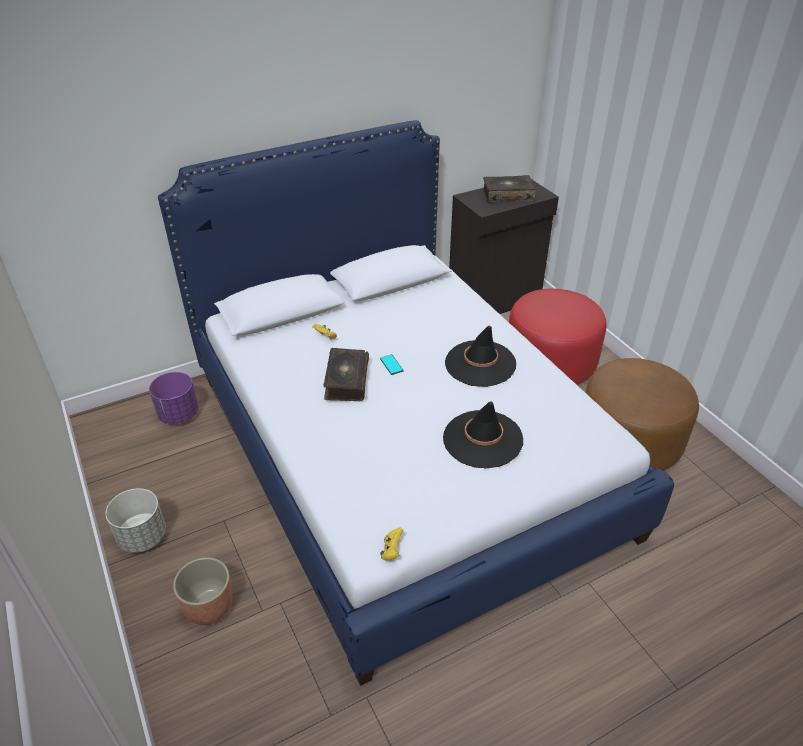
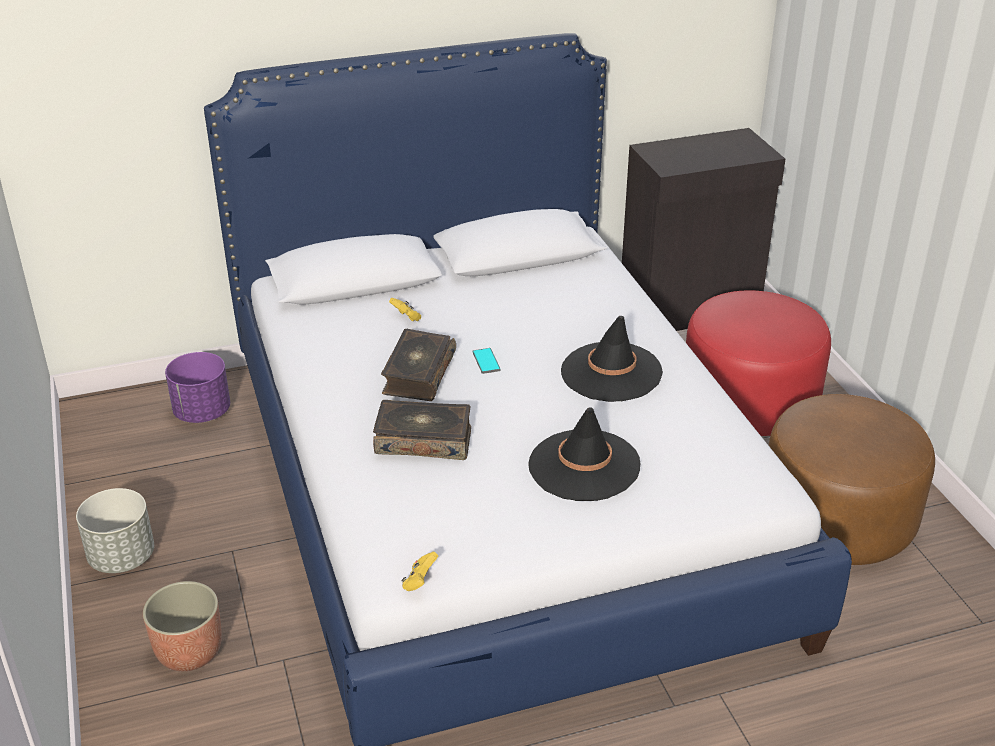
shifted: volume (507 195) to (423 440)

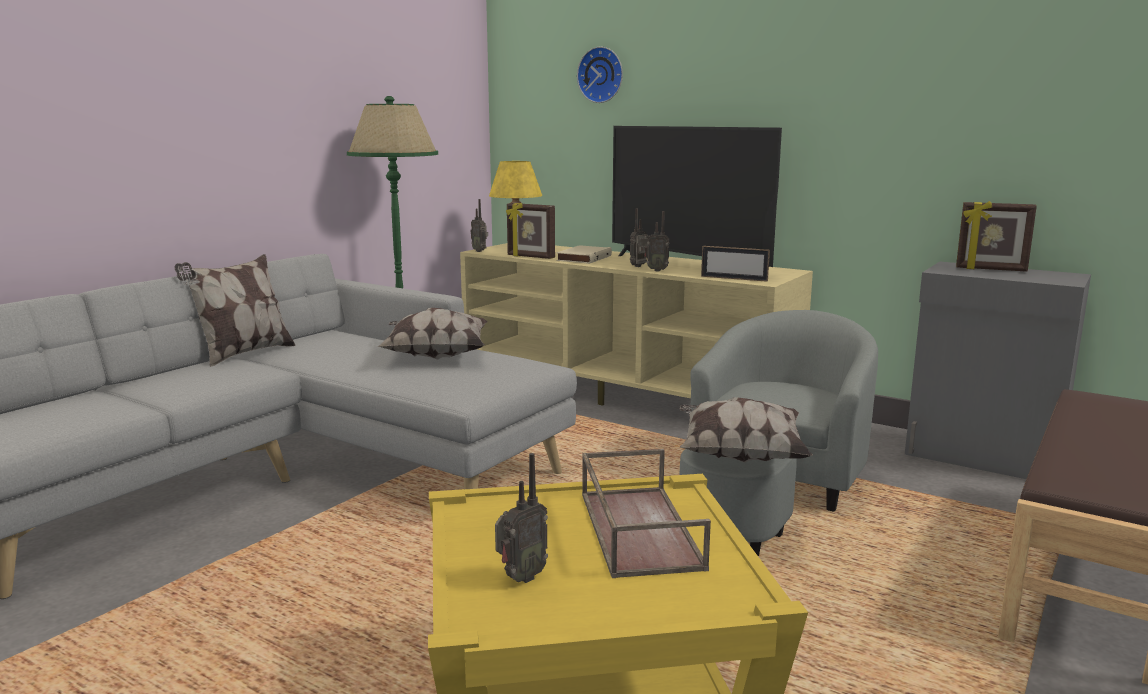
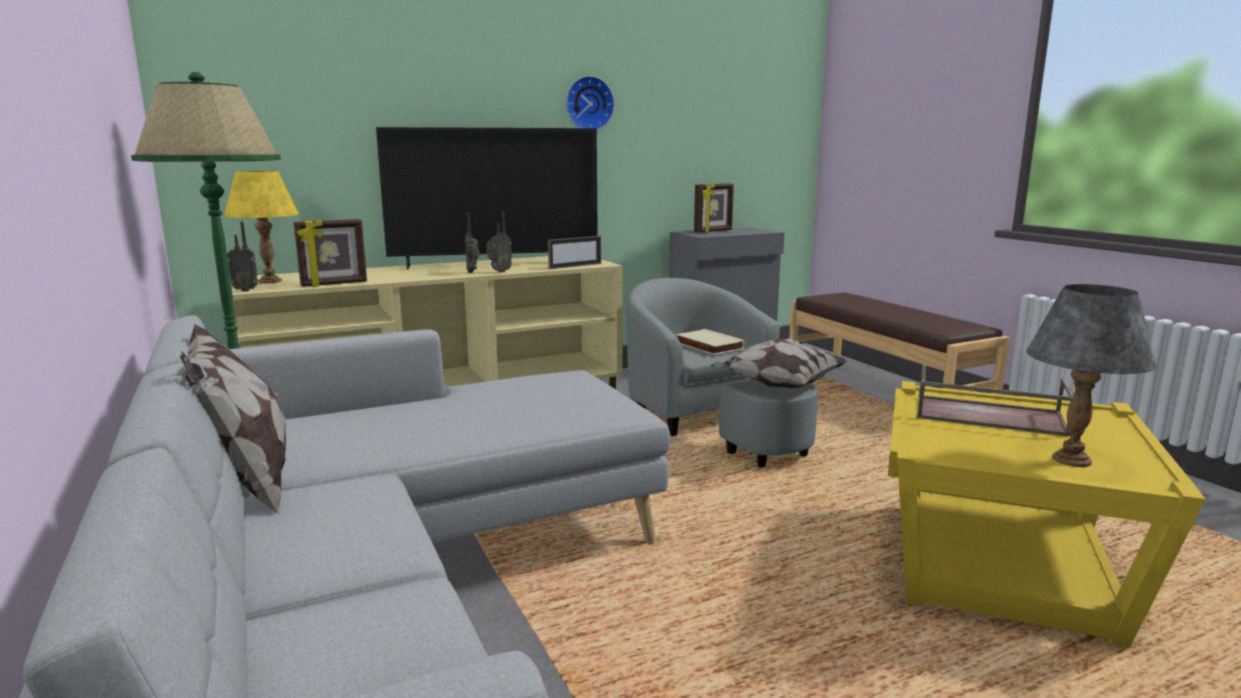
gone: cushion (435 356)
shifted: sand-coloured volume (583 258) to (707 346); wall clock (602 75) to (588 104)
swapped: radio receiver (520 578) to gray table lamp (1070 460)

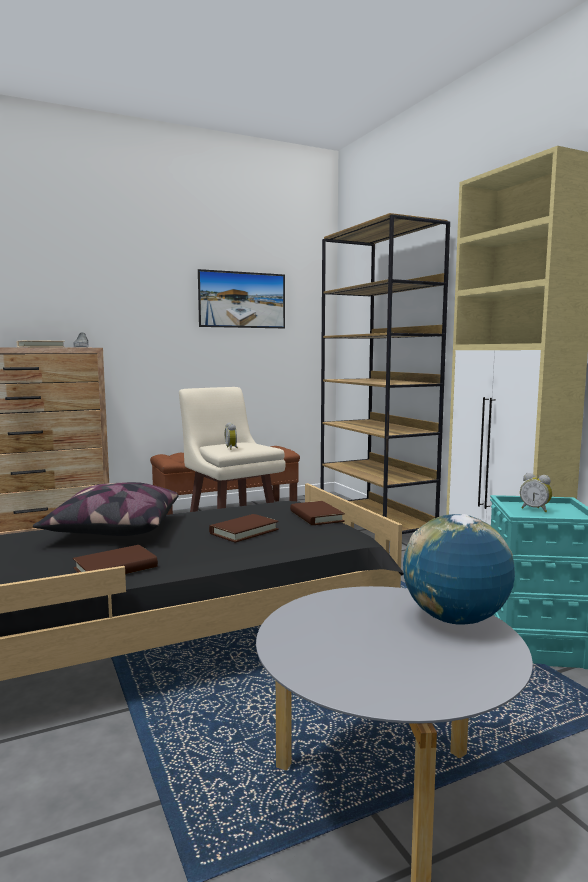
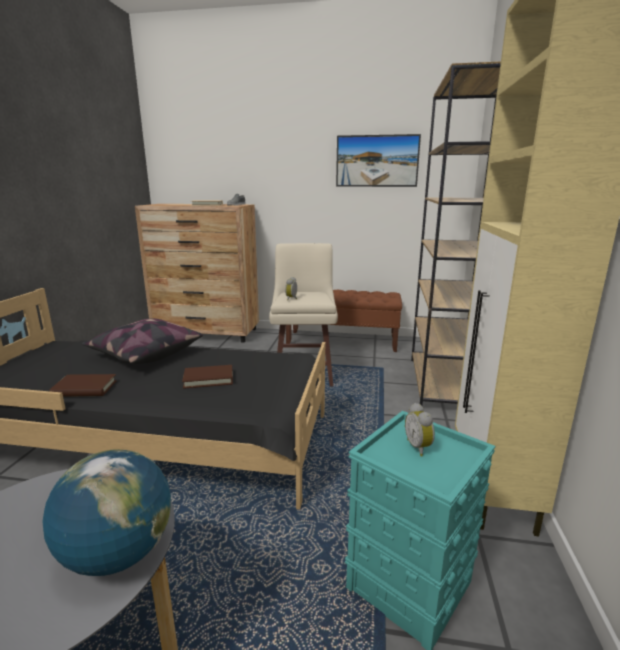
gone: brown volume (316 516)

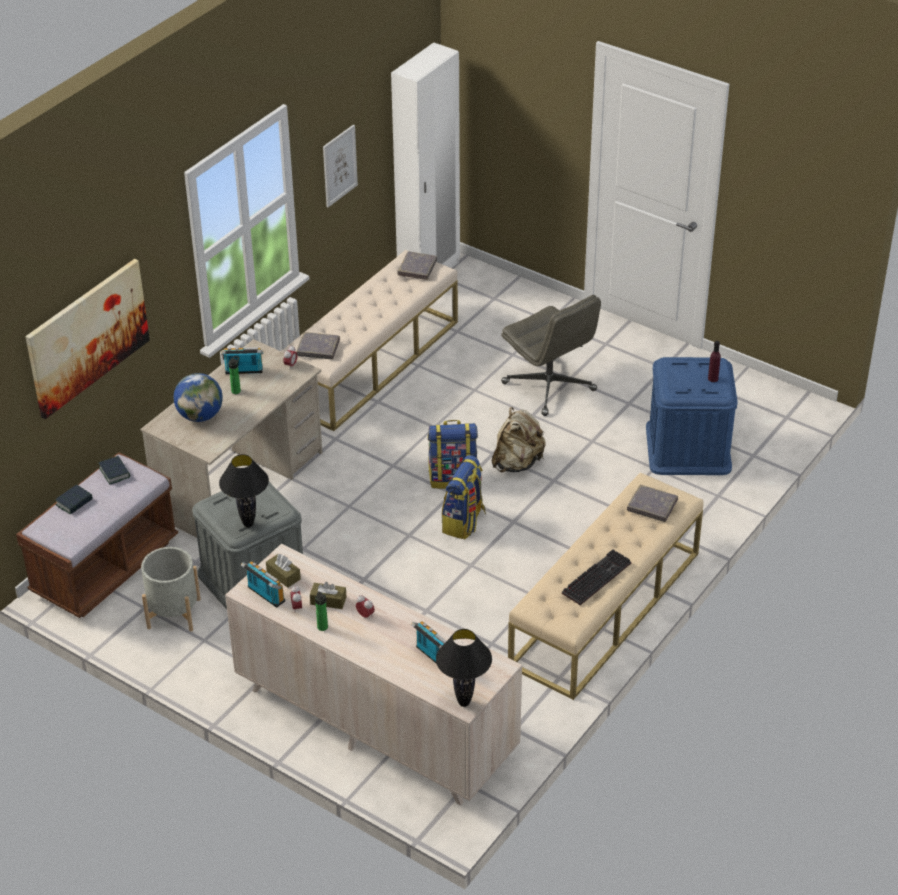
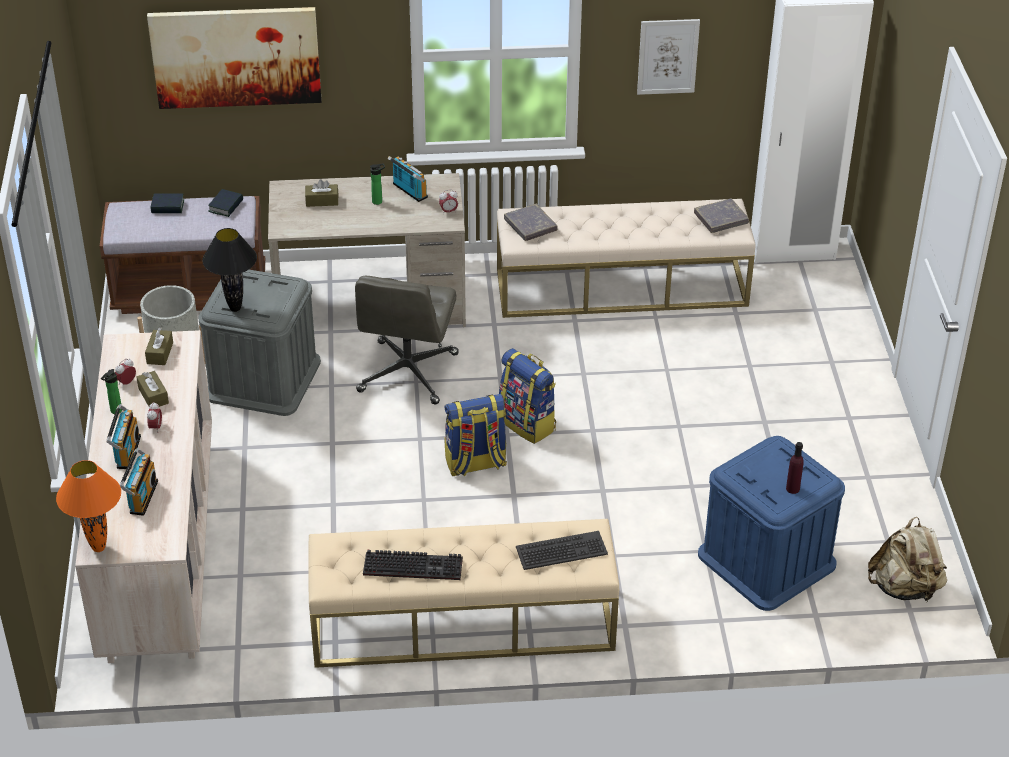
shifted: radio receiver (264 595) to (126 452); sand-coloured knapsack (517 463) to (905 588); gray computer chair (550 387) to (408 373)
swapped: desk globe (200 416) to brown tissue box (322 201); gray volume (652 506) to PC keyboard (561 551)
repainted: black-coloured table lamp (464 703) to orangey table lamp (98 548)

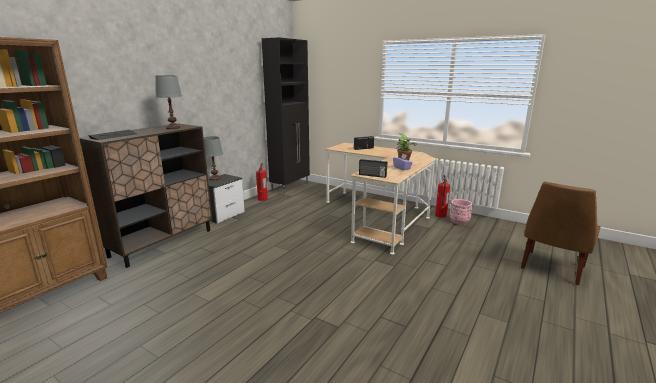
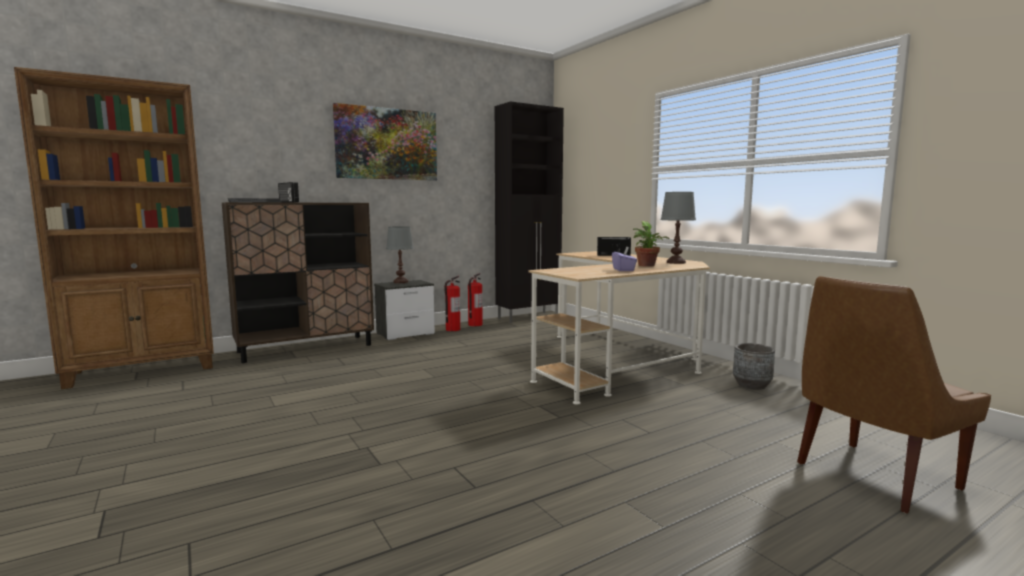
new: wall art (387 144)
shifted: gray table lamp (173 128) to (676 262); radio receiver (372 175) to (288 202); fire-fighting cylinder (440 215) to (452 329)
repainted: pink-coloured flower pot (459 222) to gray flower pot (751 385)

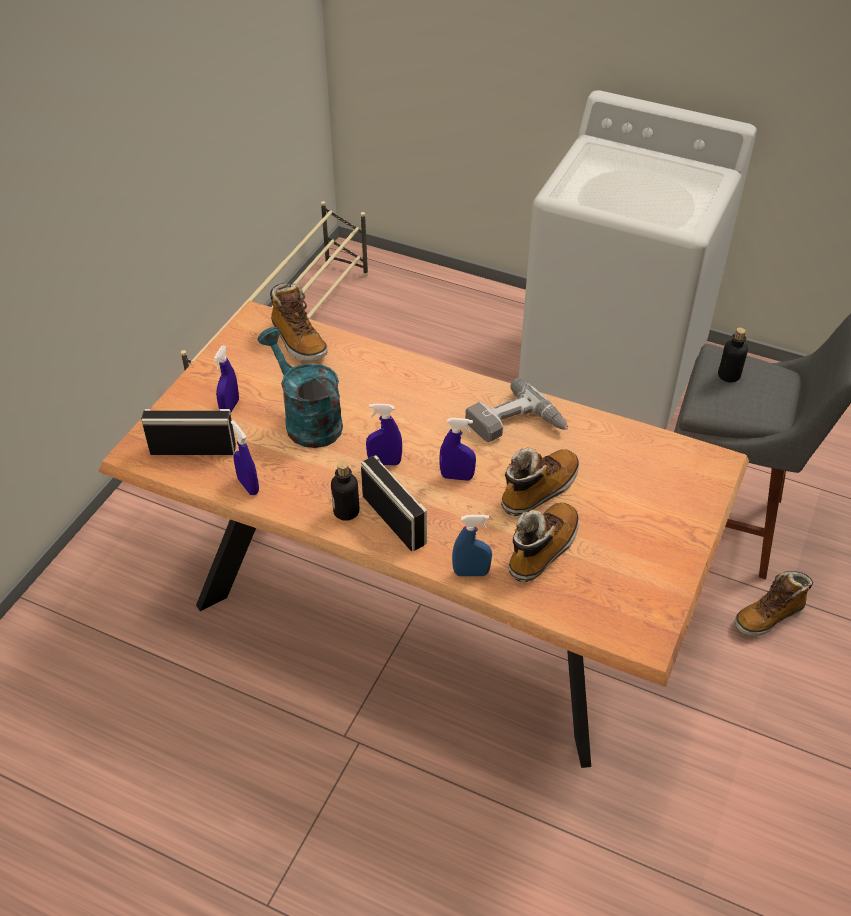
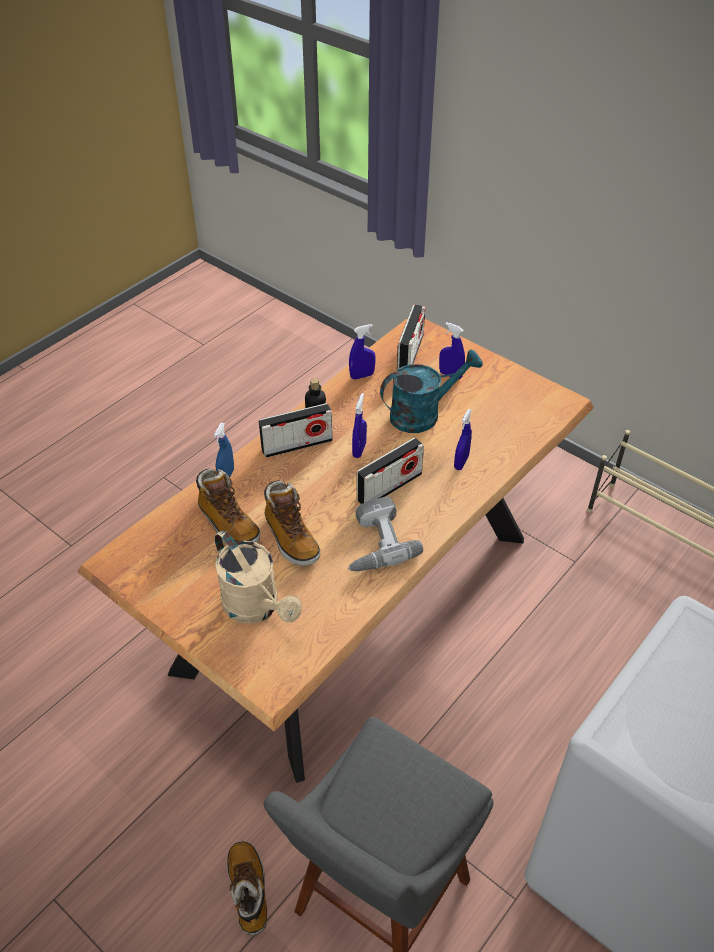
gone: boot (298 341); drink bottle (728 375)
new: sand-coloured watering pot (257 607); radio receiver (389 487)
shifted: blue-coloured sprayer (457 476) to (461 462)

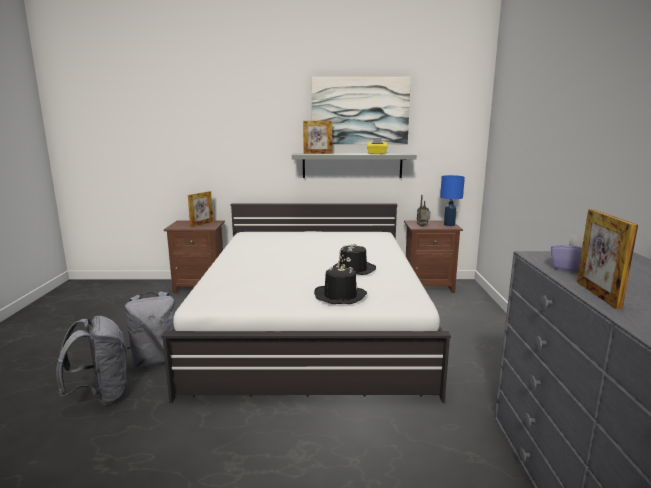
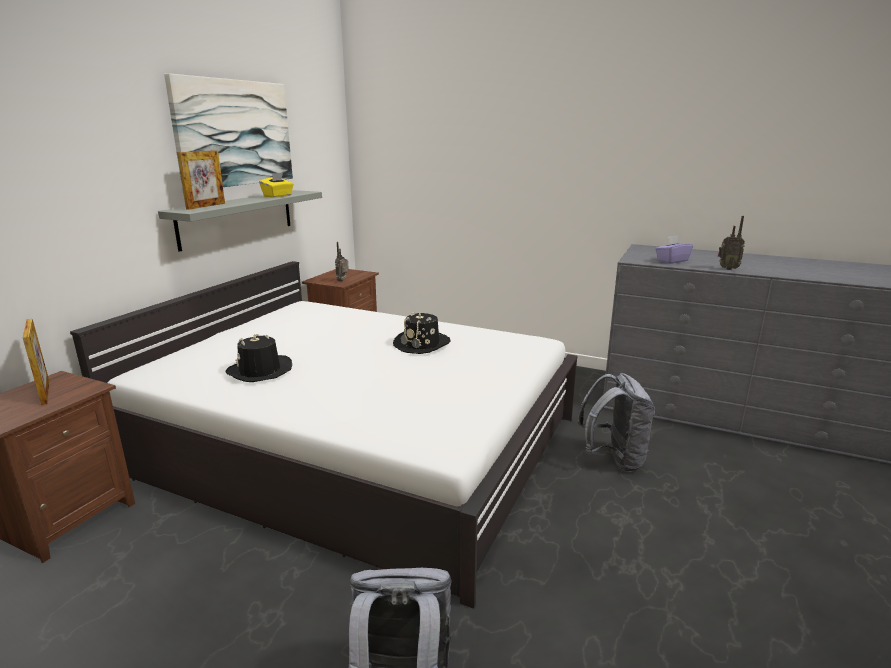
gone: blue-coloured table lamp (449 224)
shifted: gray knapsack (156 360) to (614 459); black-coloured wearable hat (340 296) to (260 371)
swapped: standing frame (597 294) to radio receiver (727 268)

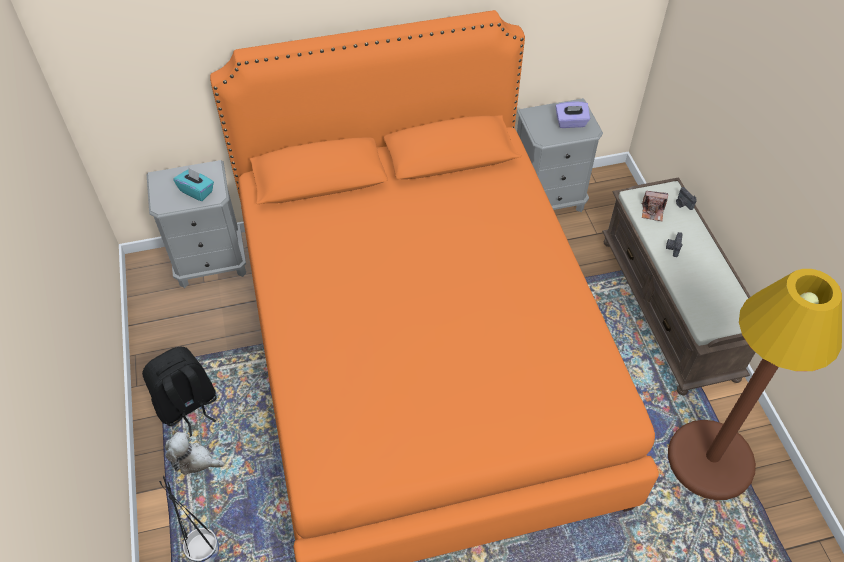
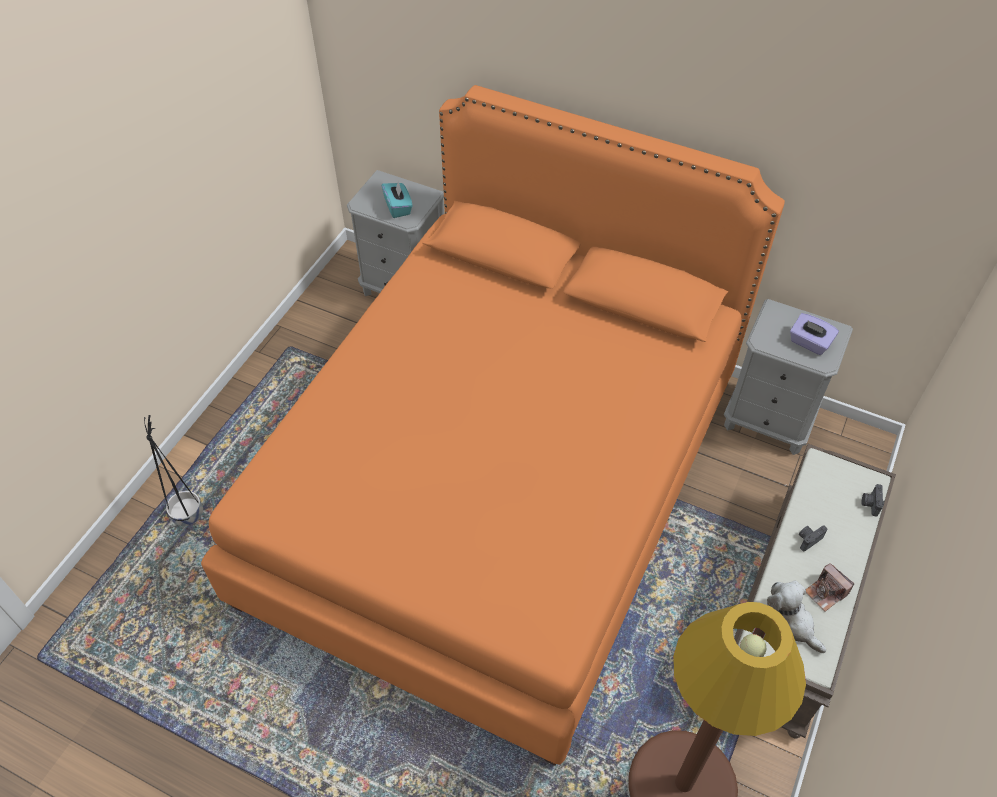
gone: black-coloured knapsack (188 407)
shifted: soft toy (194 460) to (790 622); still camera (652 211) to (825 593)

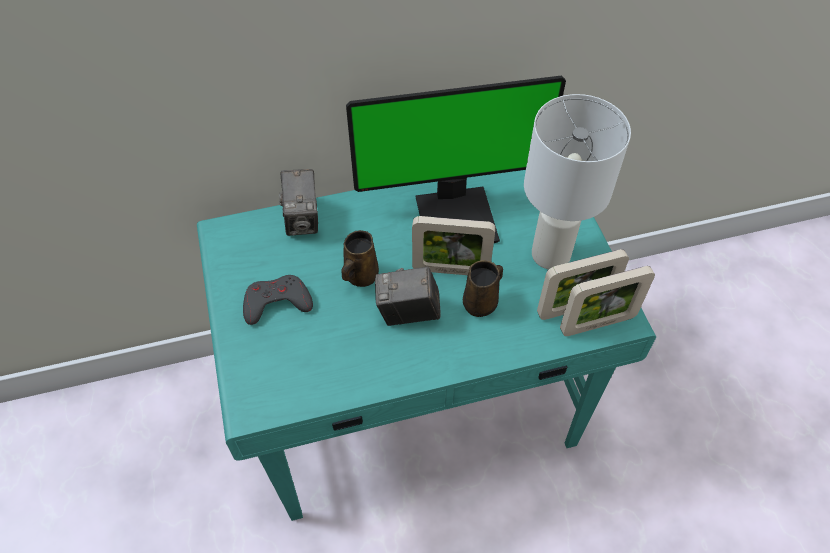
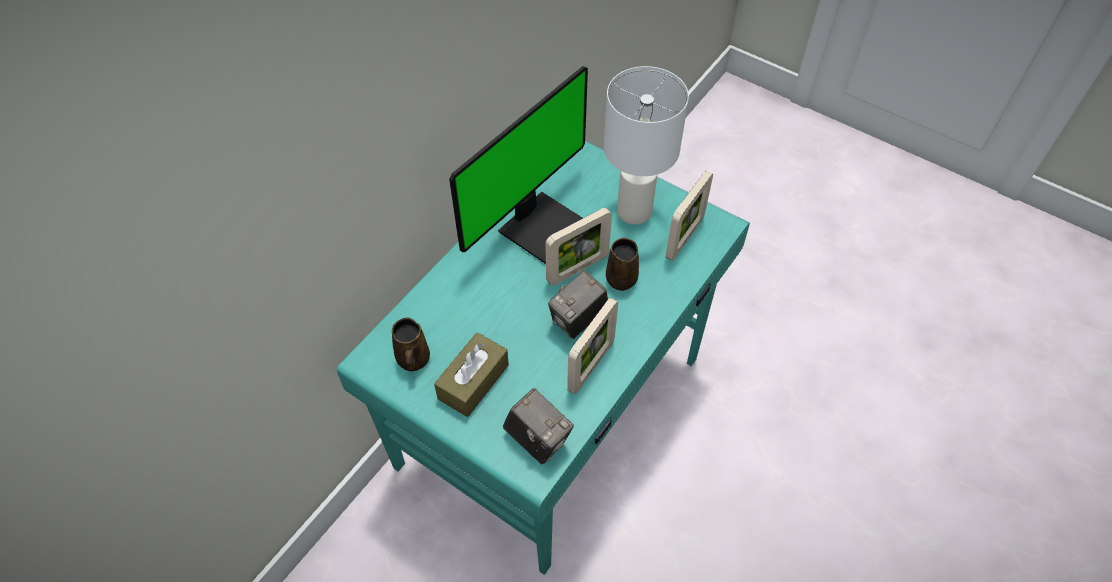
shifted: still camera (303 219) to (538 439); brown tea mug (360 276) to (413 360); standing frame (597 324) to (591 366)
swapped: gray game controller (277 303) to brown tissue box (473 381)

